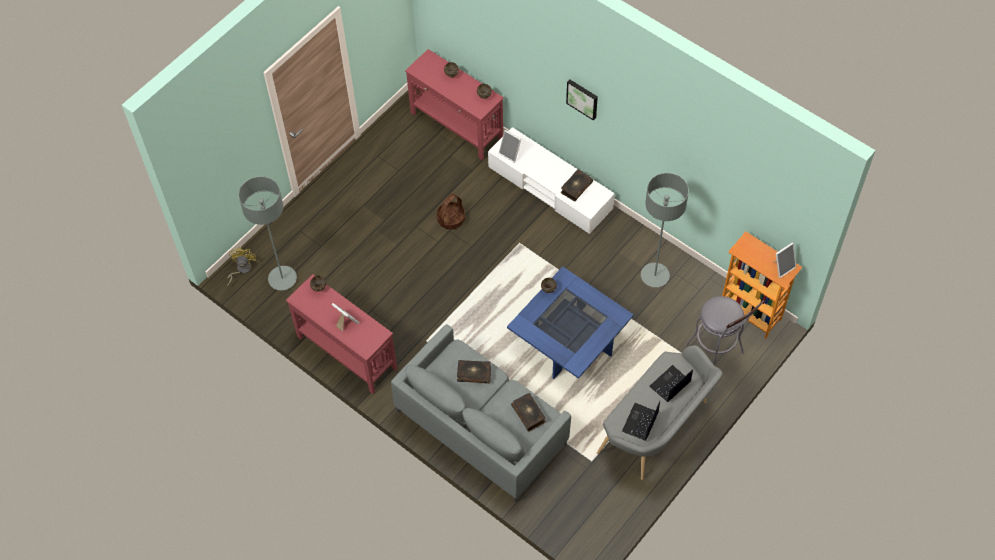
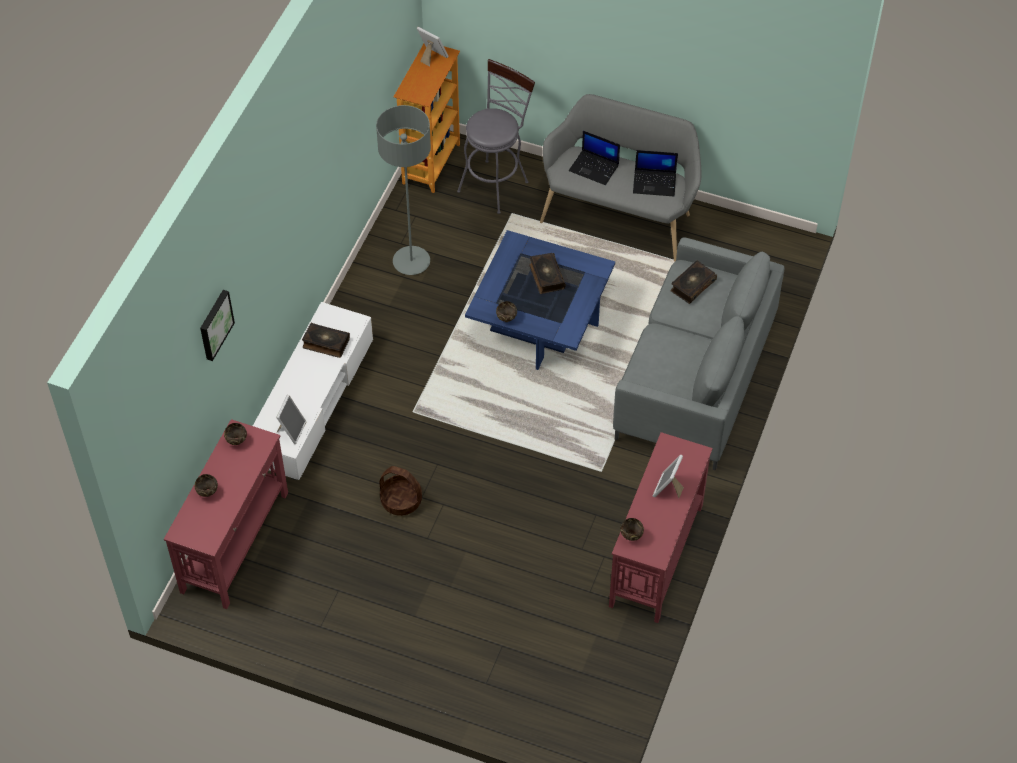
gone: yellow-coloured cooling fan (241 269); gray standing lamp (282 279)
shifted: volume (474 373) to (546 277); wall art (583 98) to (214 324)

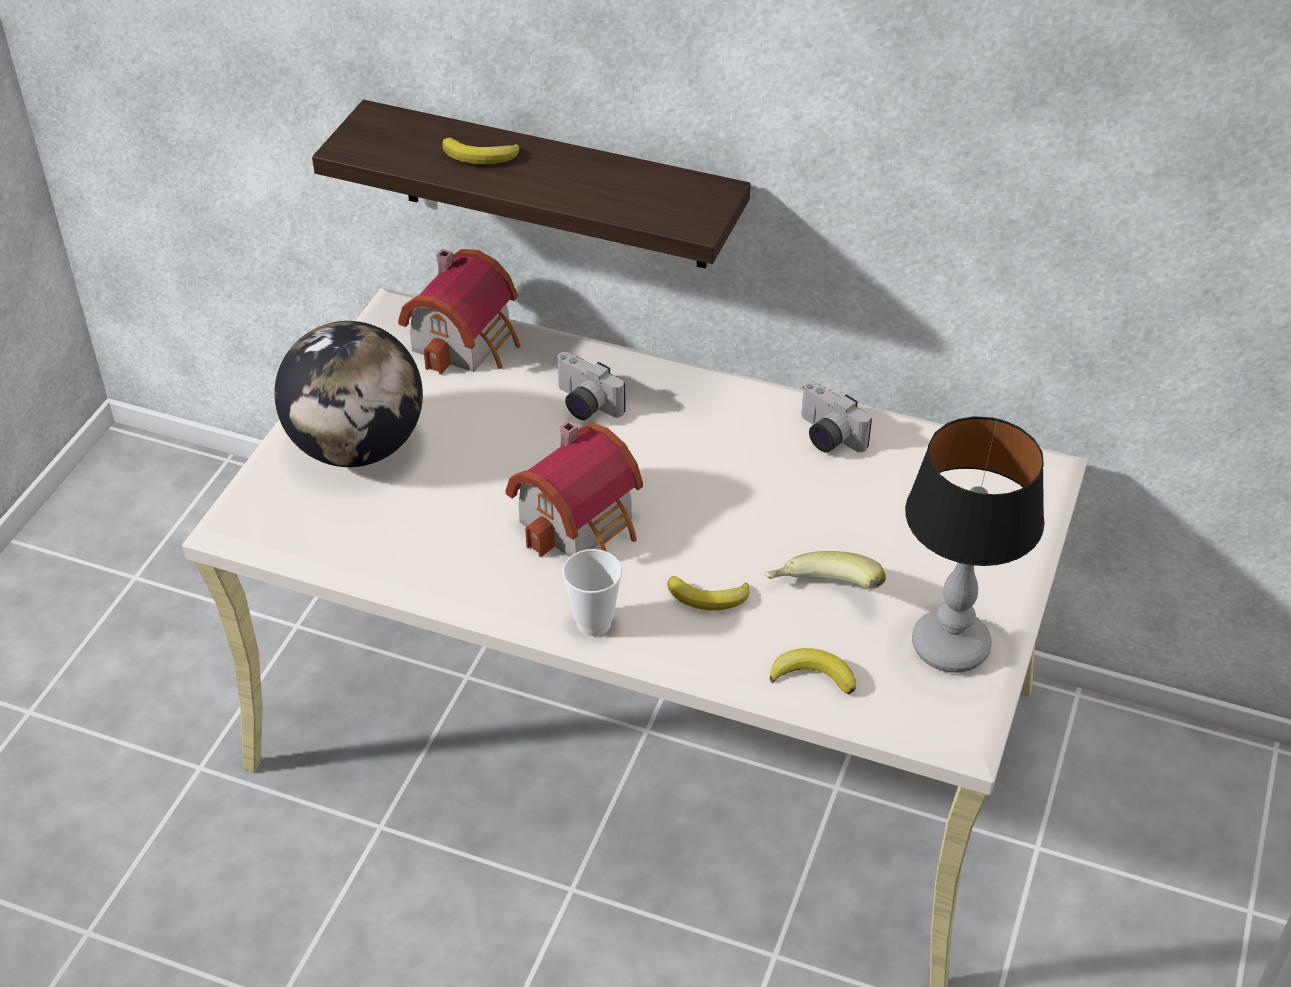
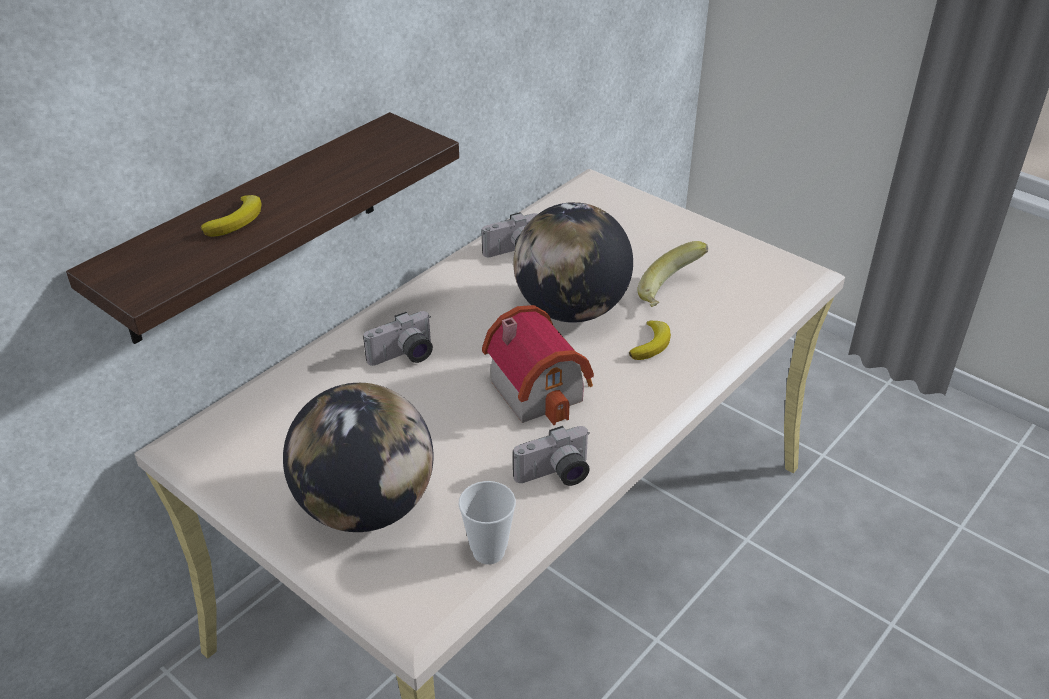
gone: model house (468 341); whole banana (813 675); table lamp (949 645)
new: desk globe (571 310); still camera (555 476)
shifted: small cup (593 623) to (488 551)

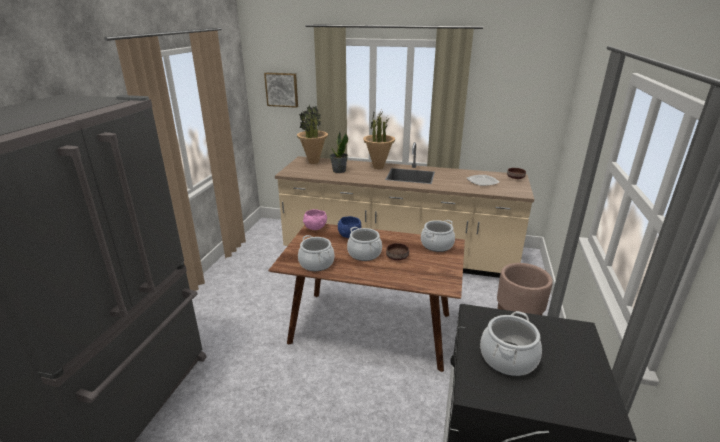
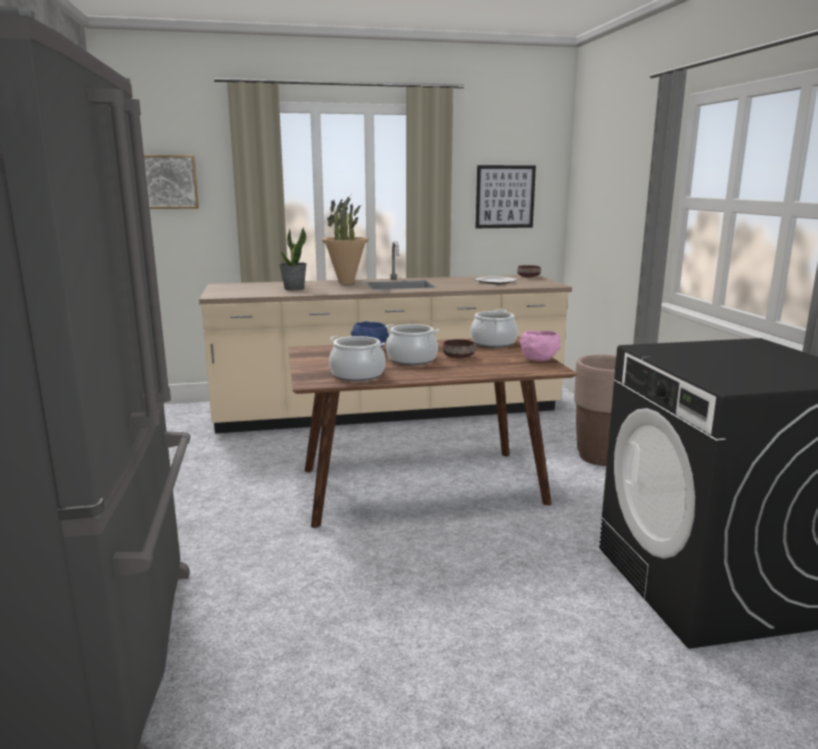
gone: houseplant (313 162); cooking pot (508 358)
new: wall art (505 197)
shifted: pink-coloured serving bowl (315 228) to (539 360)

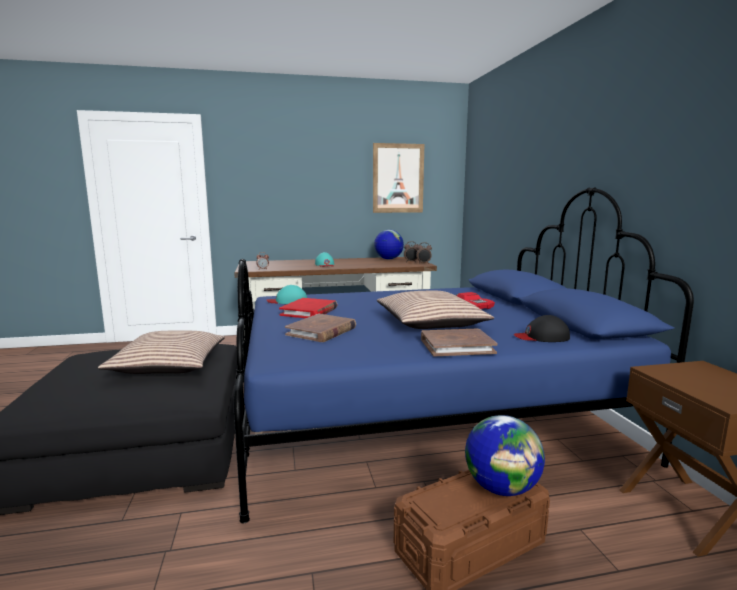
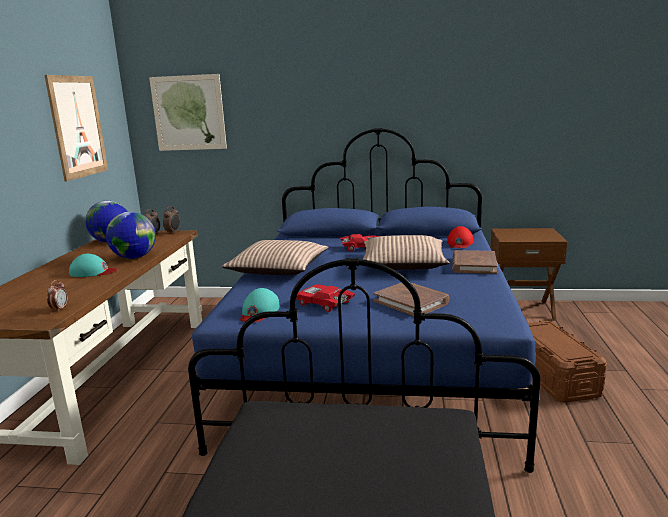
new: wall art (188 113)
shifted: cushion (169 364) to (278 269); desk globe (502 488) to (134 257)
swapped: red volume (309 311) to red model car (324 303)
repainted: black-coloured peaked cap (542 337) to red peaked cap (459 243)

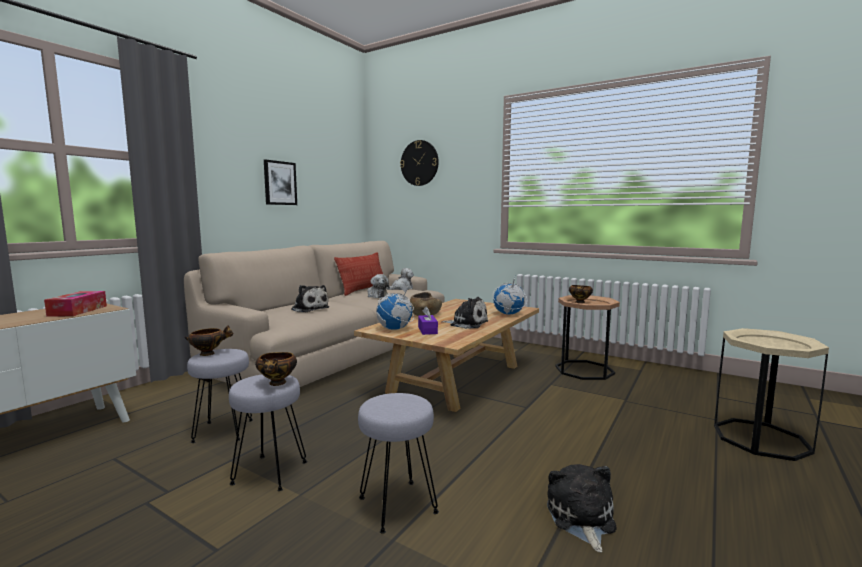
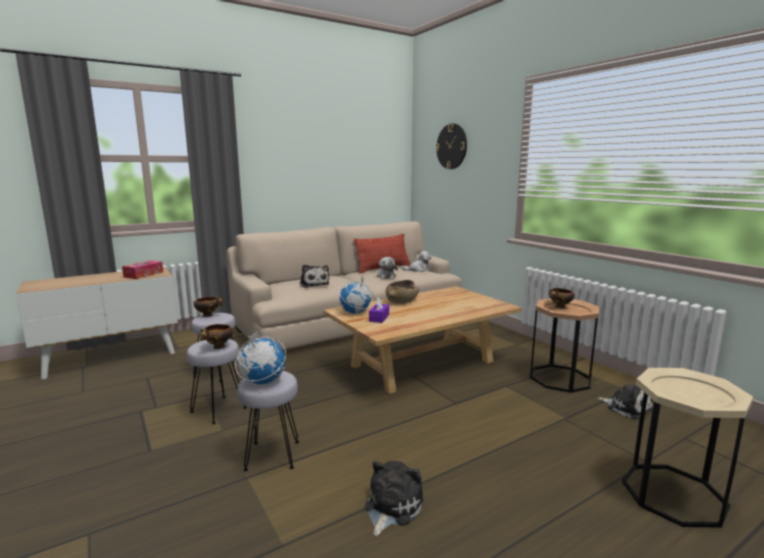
gone: wall art (280 183)
shifted: soft toy (467 324) to (627 407); desk globe (508 314) to (262 382)

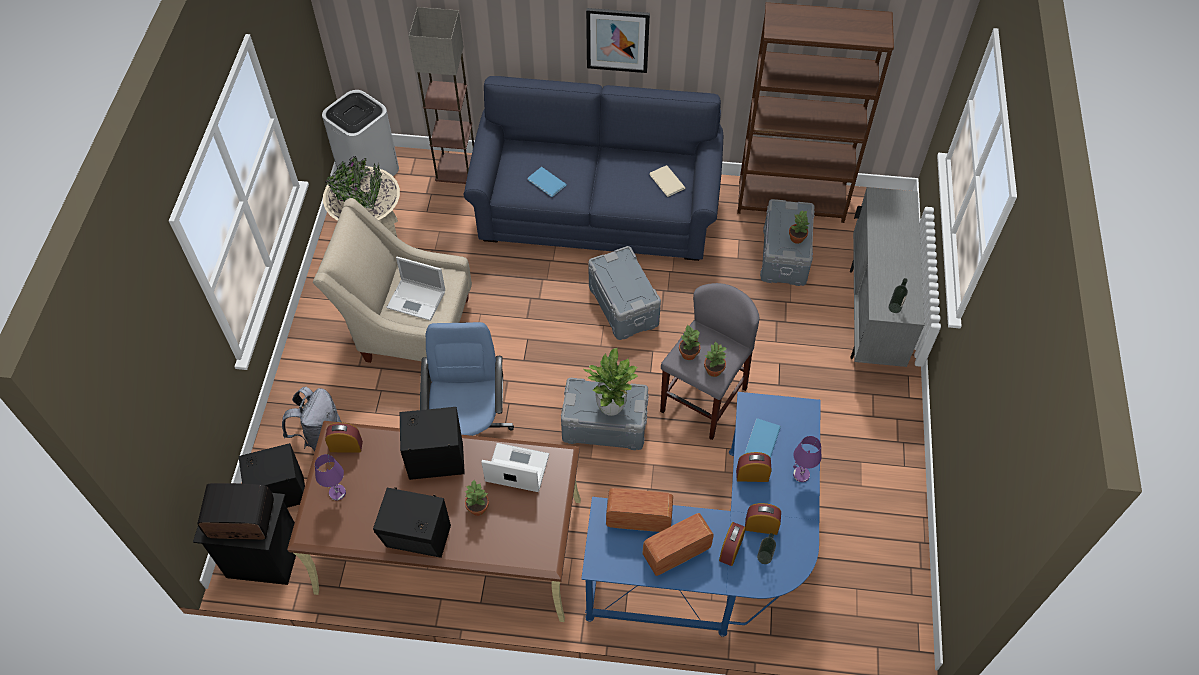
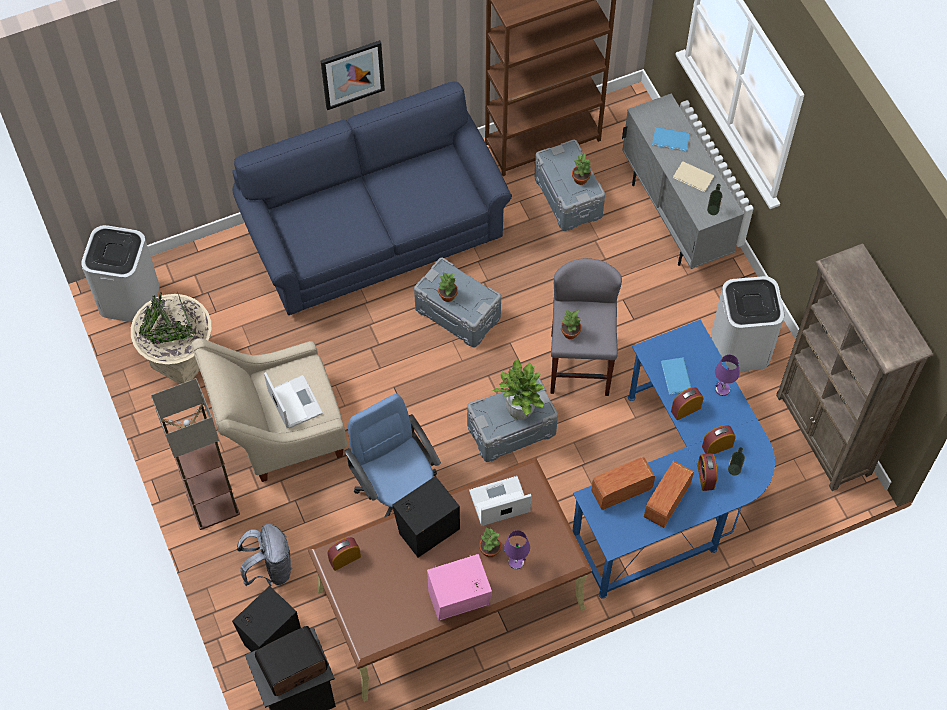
new: whitish waste bin (741 347); brown bookshelf (823 435)
shifted: purple-coloured table lamp (338 493) to (516 562); standing lamp (457 168) to (213 503); blue-coloured volume (546 183) to (671 140); sand-coloured volume (666 182) to (693 178); houseplant (714 370) to (448 296)
repainted: black-coloured audio speaker (418 539) to pink-coloured audio speaker (460 600)
rotated: notebook computer (417 300) = (294 401) 105 degrees counterclockwise

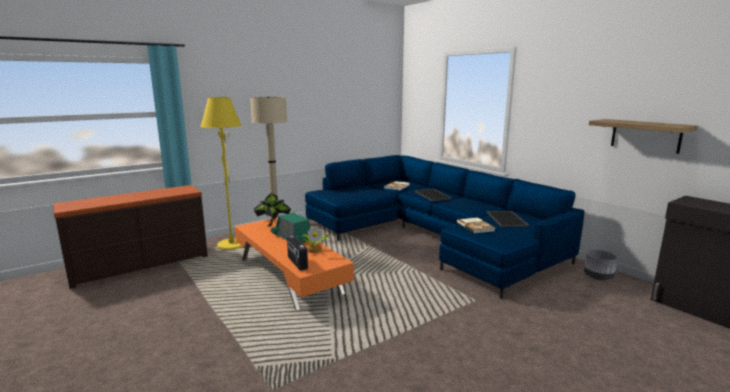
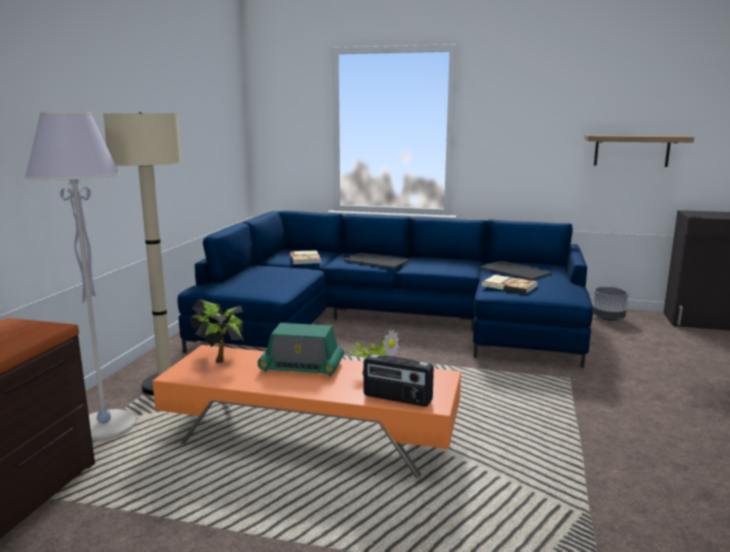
repainted: yellow-coloured standing lamp (231 245) to gray standing lamp (104 427)

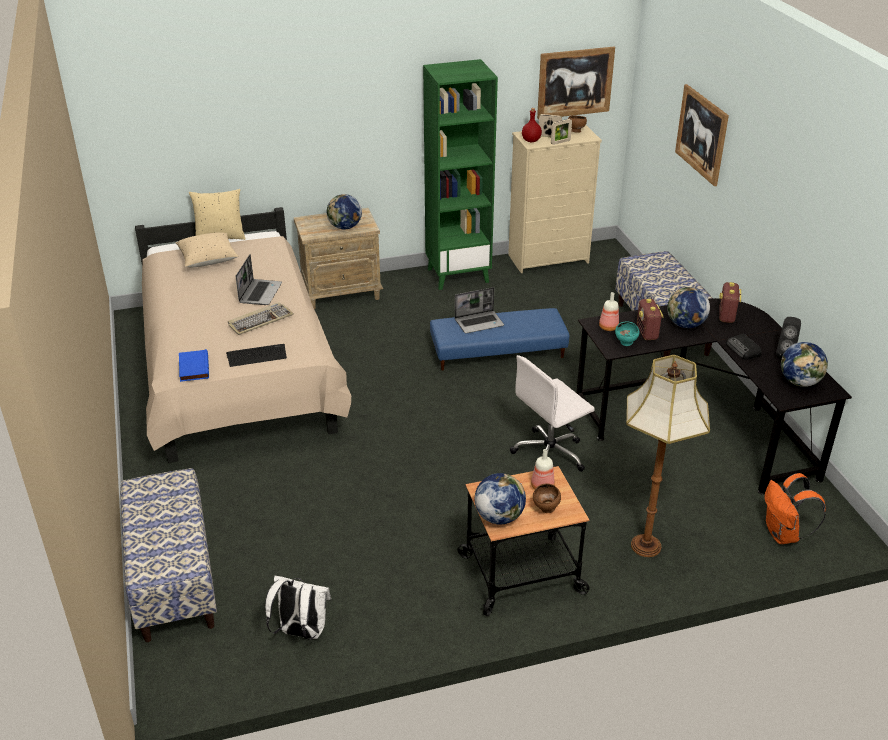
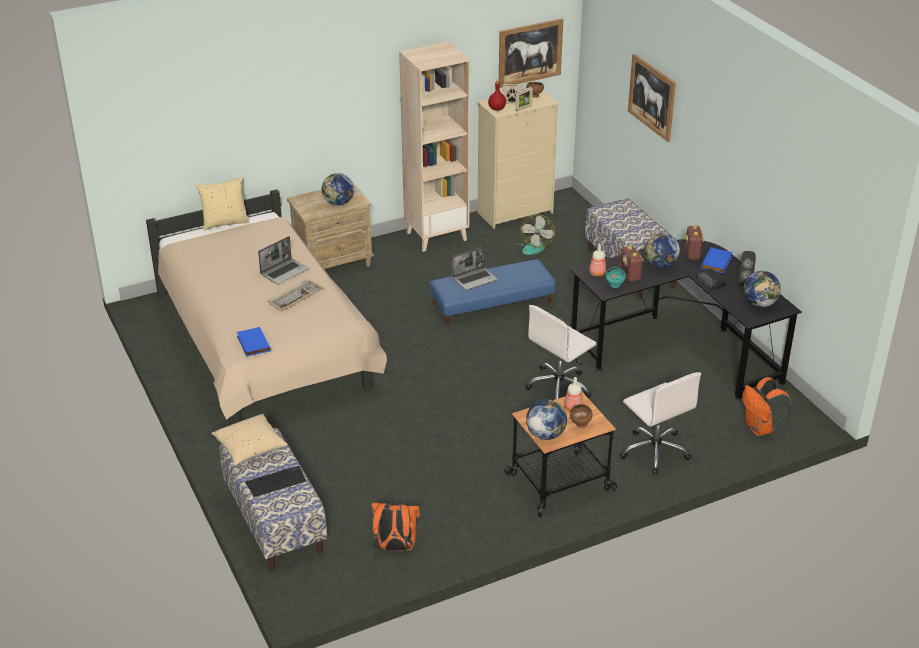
new: cooling fan (534 246); blue-coloured volume (717 262)
shifted: sand-coloured cushion (208 259) to (250 448); PC keyboard (257 356) to (276 482)
swapped: standing lamp (646 547) to whitish computer chair (654 450)
repainted: whitish knapsack (301 632) to orangey knapsack (395 547); green-coloured bookshelf (458 275) to sand-coloured bookshelf (436 236)
rotated: notebook computer (260 293) = (284 272) 45 degrees clockwise

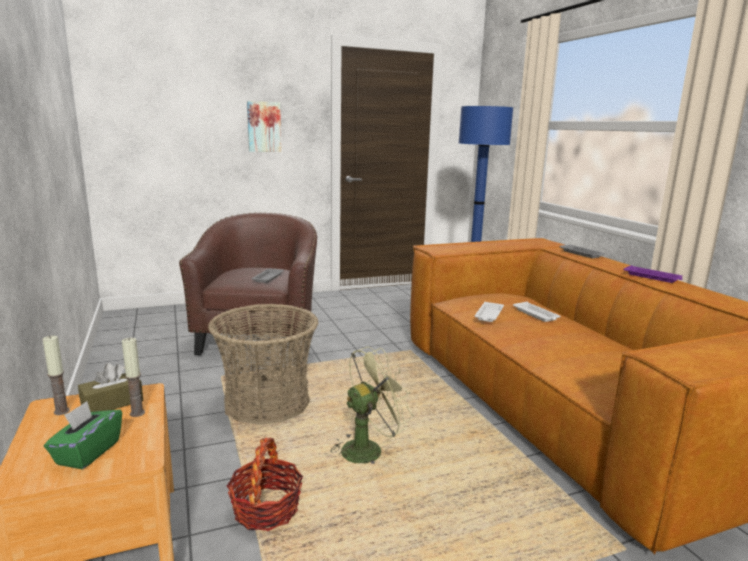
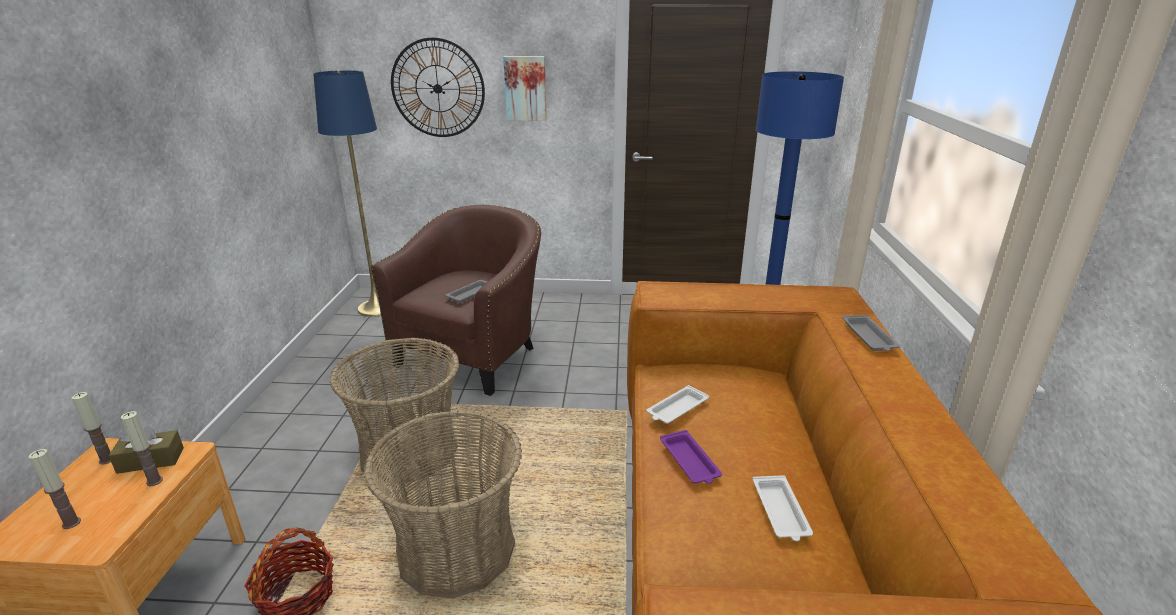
new: blue-coloured standing lamp (377 308); wall clock (437 88)
shifted: whitish tray (536 315) to (780 512); purple-coloured tray (653 277) to (690 462)
swapped: green-coloured tissue box (87 452) to wax light (71 523); green-coloured cooling fan (368 448) to household basket (456 550)

